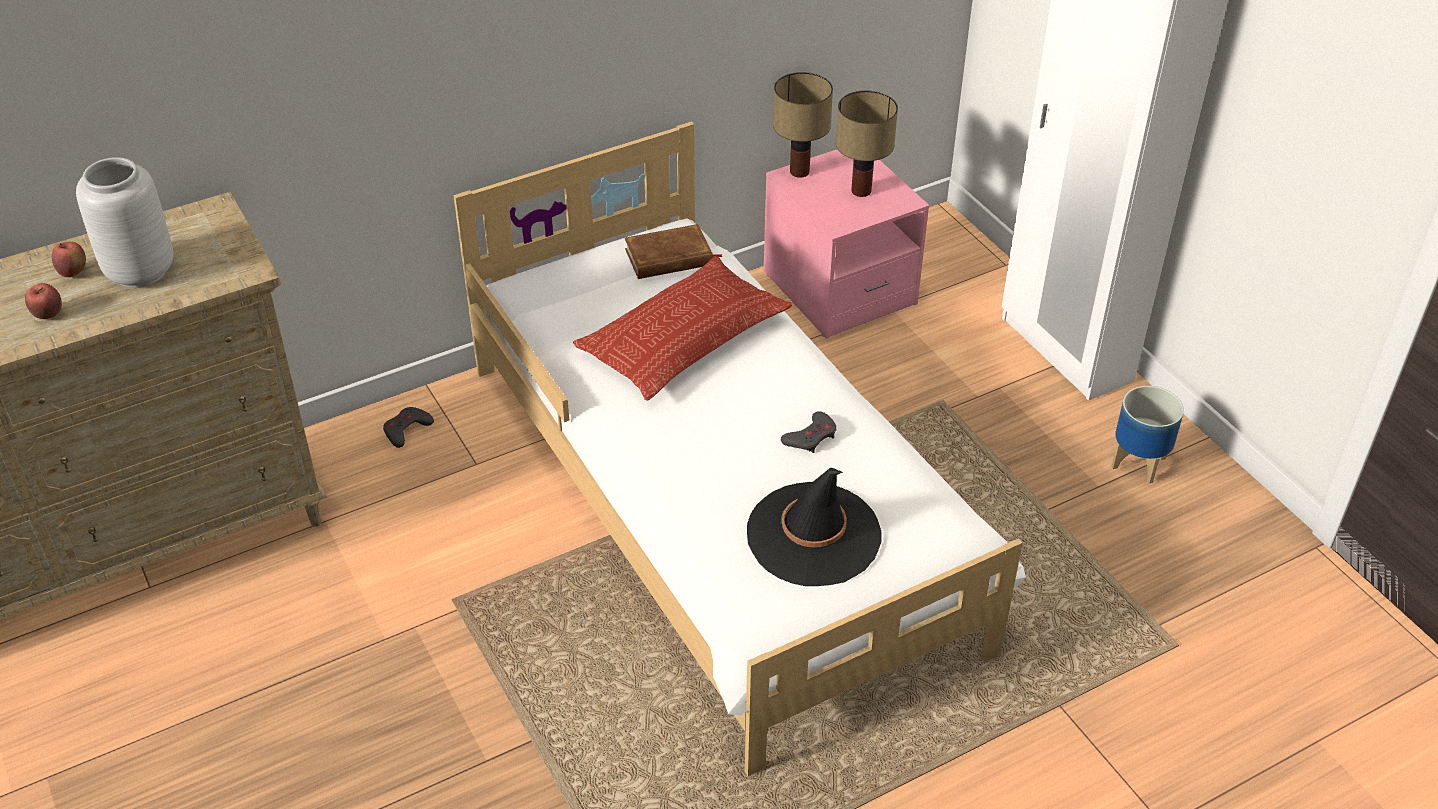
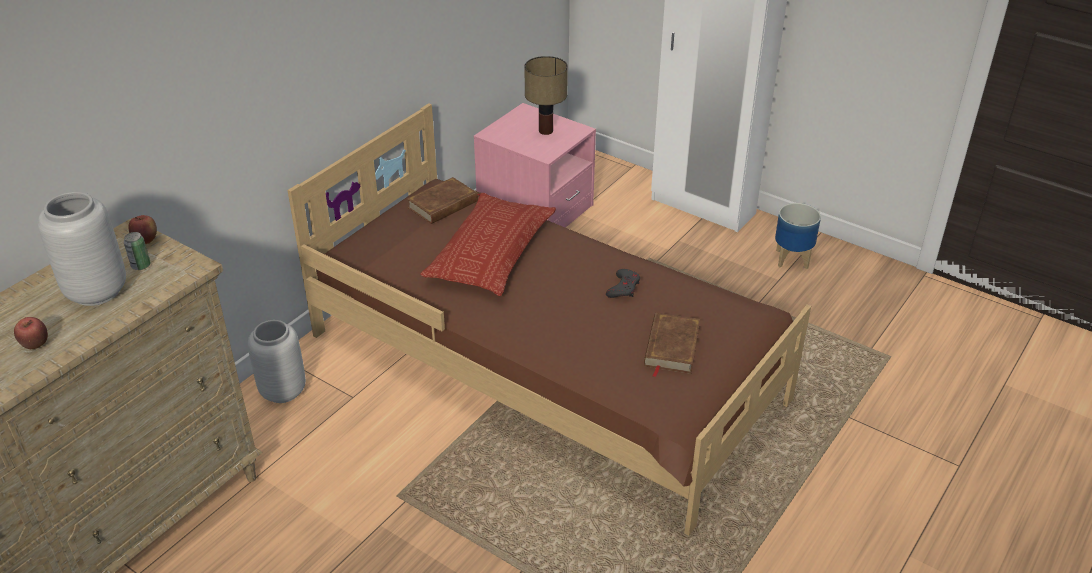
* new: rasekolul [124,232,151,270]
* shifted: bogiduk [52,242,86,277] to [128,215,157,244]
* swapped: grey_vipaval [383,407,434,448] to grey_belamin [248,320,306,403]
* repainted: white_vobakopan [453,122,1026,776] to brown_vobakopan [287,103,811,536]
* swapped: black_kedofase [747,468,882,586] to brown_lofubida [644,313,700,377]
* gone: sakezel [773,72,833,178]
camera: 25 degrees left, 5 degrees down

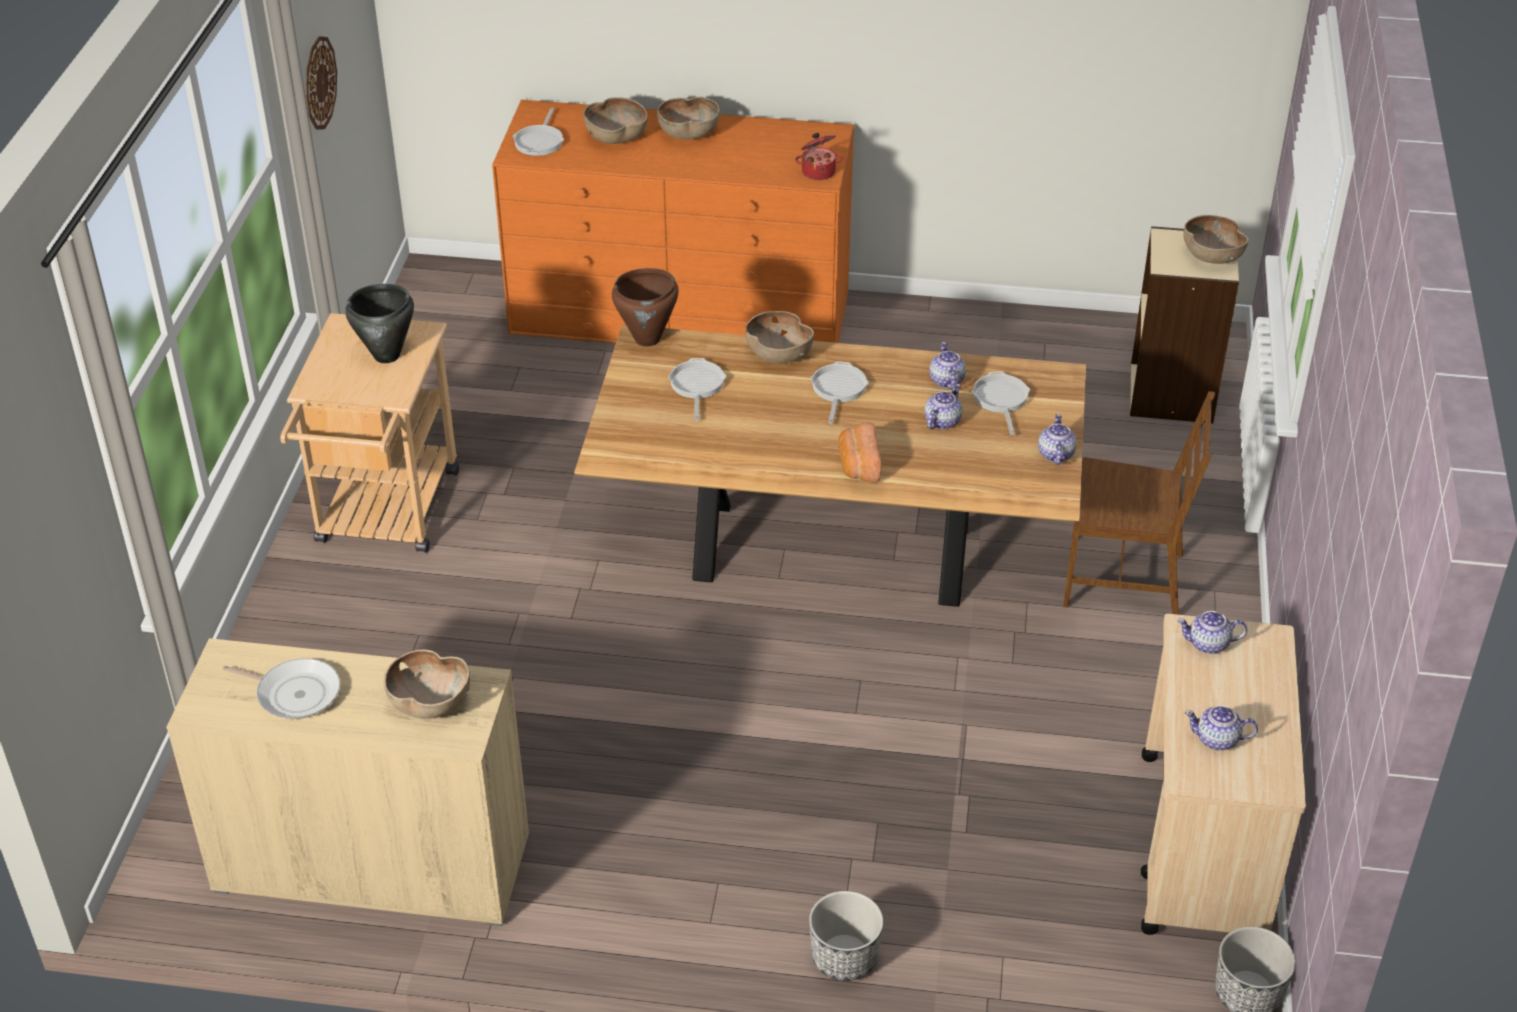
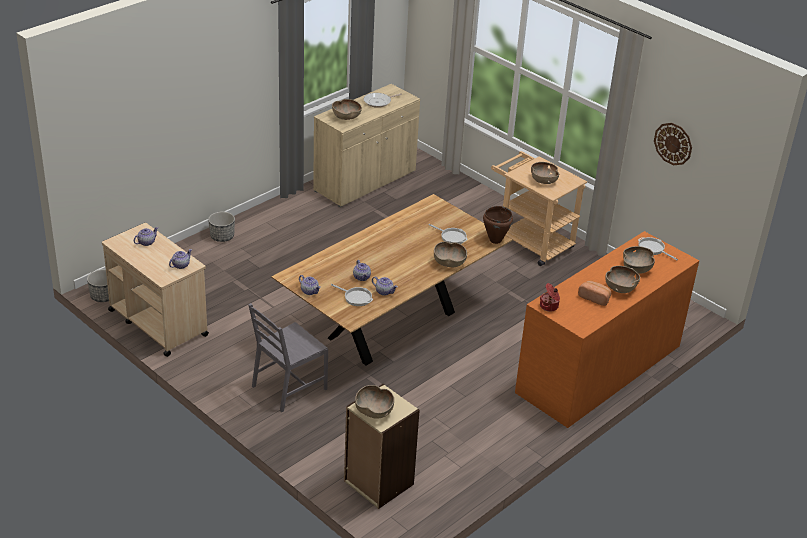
* repainted: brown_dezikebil [1063,391,1215,615] to grey_dezikebil [248,303,328,413]
* swapped: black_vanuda [345,284,414,363] to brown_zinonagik [531,162,559,184]
* shifted: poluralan [838,422,881,482] to [578,281,611,306]
* gone: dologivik [810,361,869,424]
camera: 125 degrees right, 5 degrees down

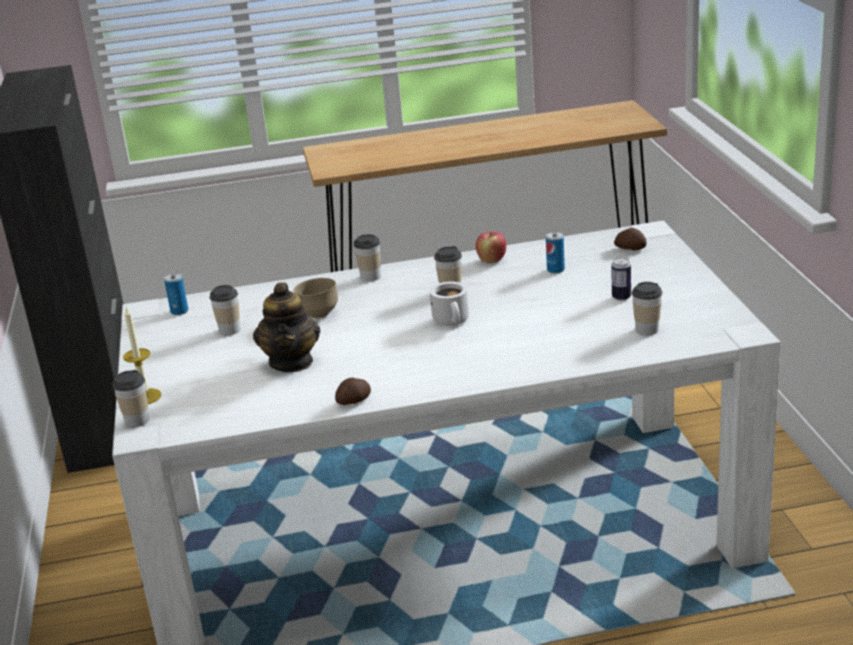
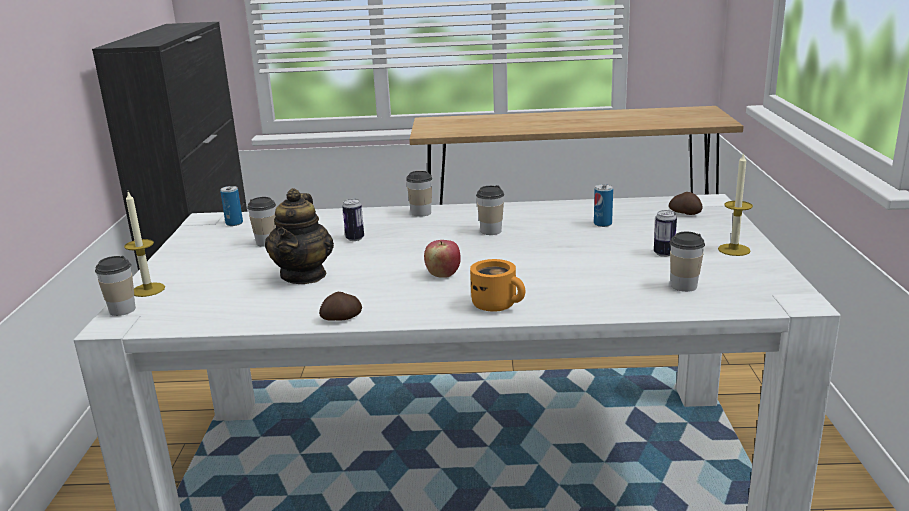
* swapped: brown_zinonagik [293,278,338,319] to rasekolul [342,199,364,241]
* shifted: bogiduk [476,232,506,263] to [424,240,461,278]
* new: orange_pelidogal [470,259,525,312]
* new: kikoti [718,152,753,256]
* gone: white_pelidogal [430,282,469,326]
camera: 10 degrees right, 5 degrees down

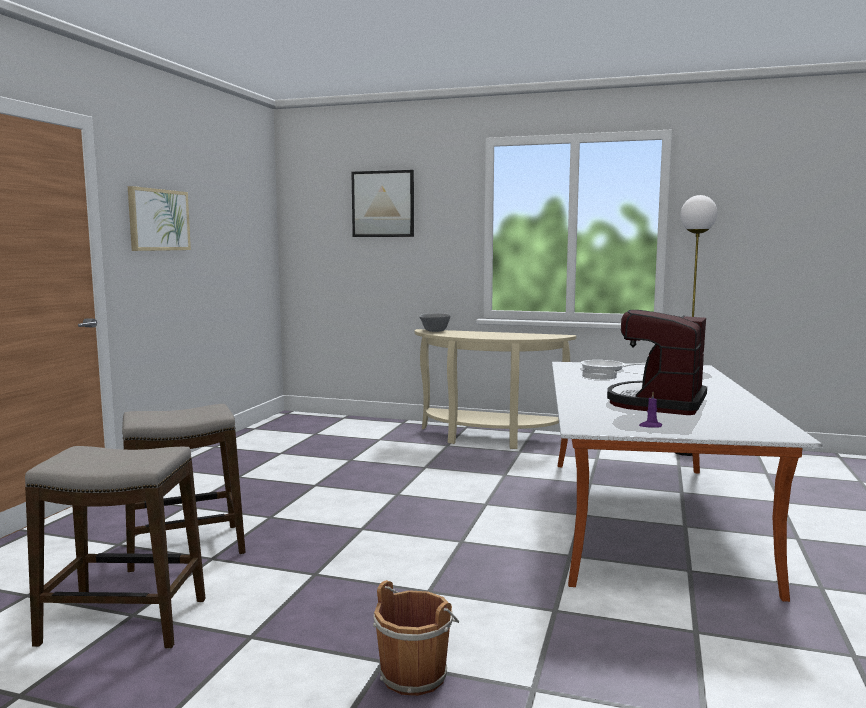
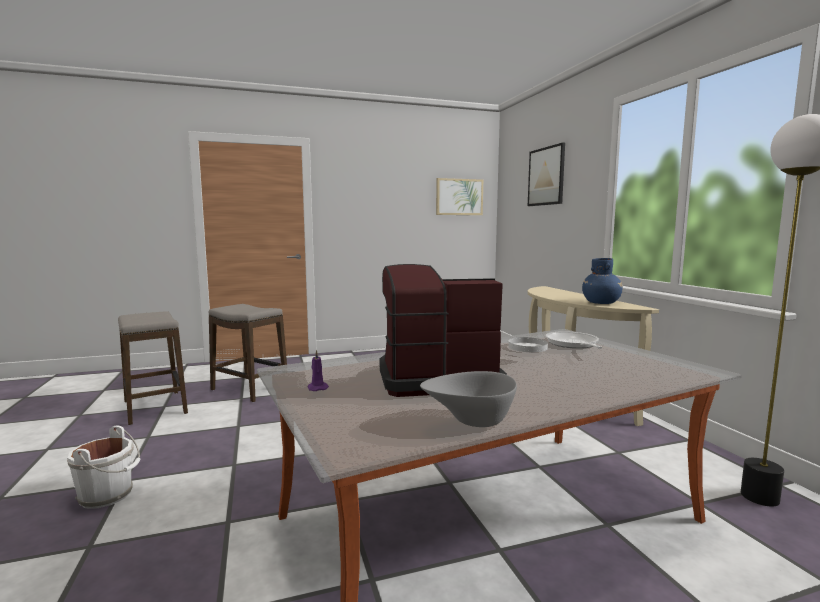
* repainted: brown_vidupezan [373,580,459,696] to white_vidupezan [67,426,140,509]
* shifted: grey_zinonagik [419,313,450,332] to [420,371,517,427]
* shifted: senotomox [128,186,191,251] to [436,178,483,215]
* new: blue_belamin [582,258,623,304]
camera: 55 degrees right, 0 degrees up

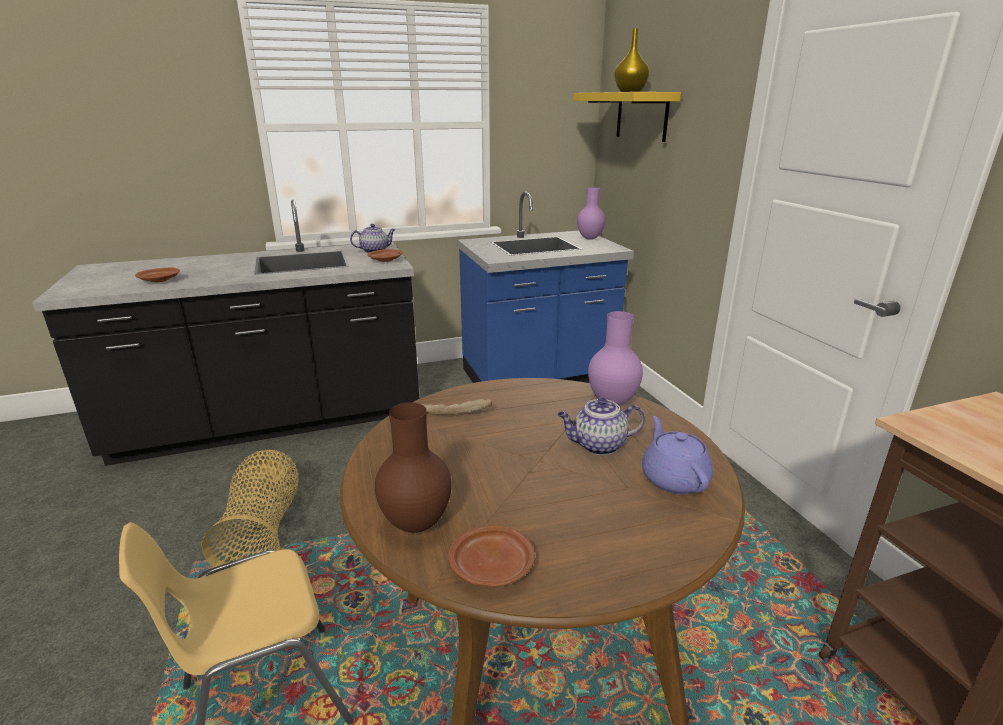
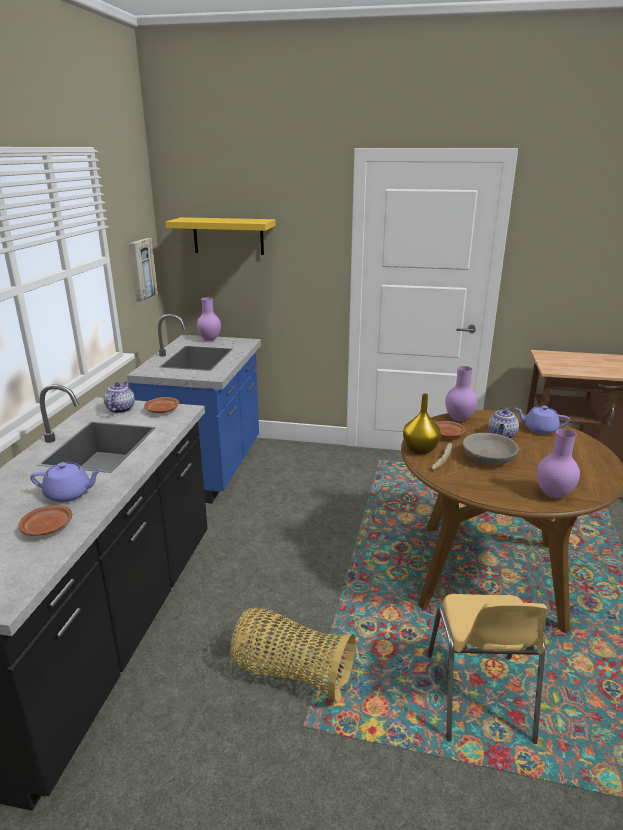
* new: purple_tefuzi [30,462,102,502]
* new: senotomox [129,238,158,302]
* shifted: yellow_belamin [614,28,650,92] to [403,394,441,454]
* shifted: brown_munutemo [448,526,535,587] to [435,421,466,437]
* new: grey_zinonagik [463,433,519,465]
* repainted: brown_belamin [375,402,451,533] to purple_belamin [537,429,580,498]
camera: 60 degrees left, 0 degrees up

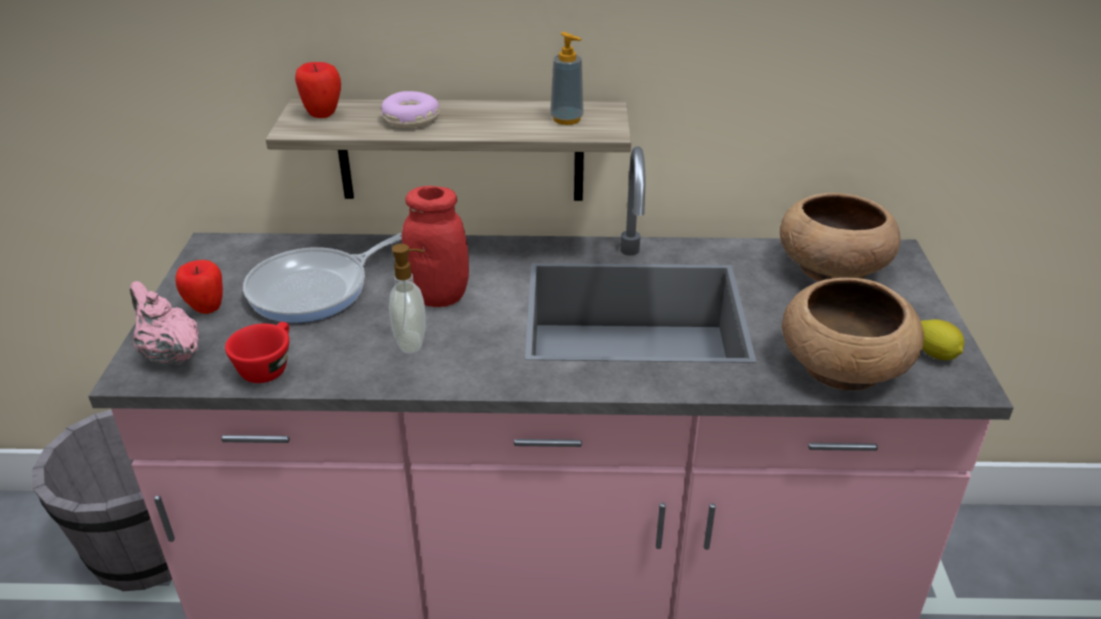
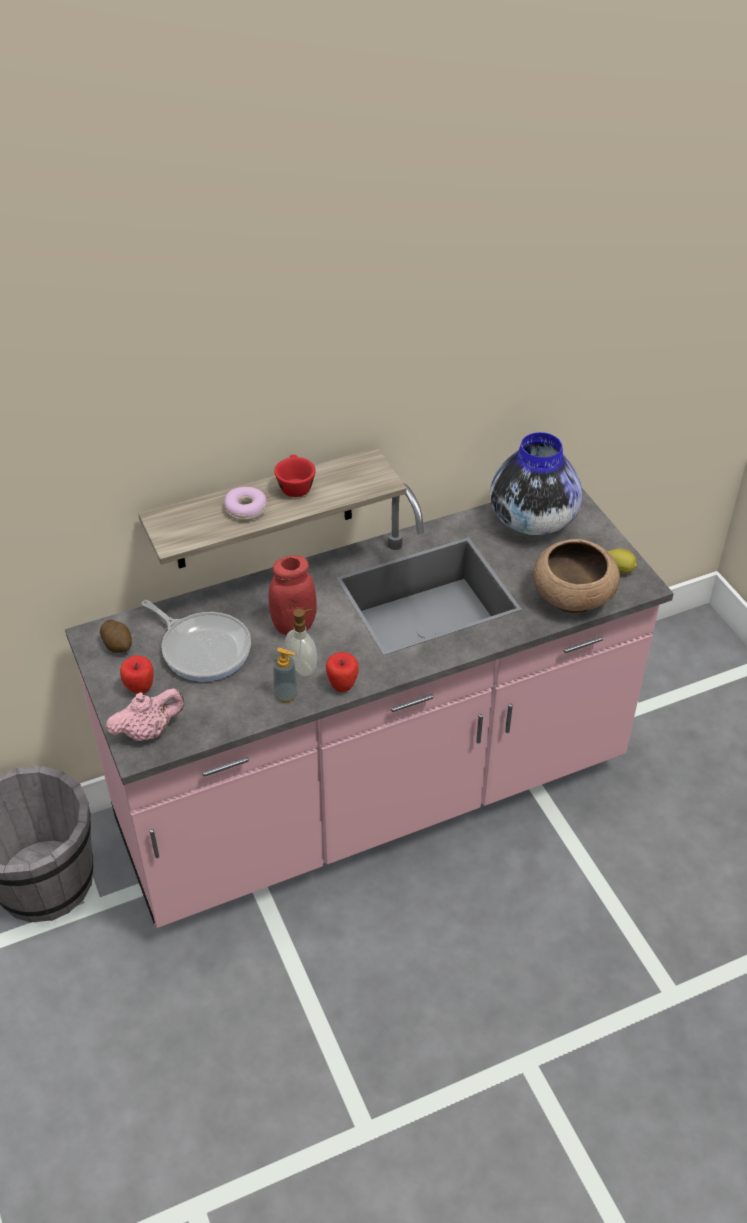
* new: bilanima [100,619,132,653]
* rotated: pink_tefuzi [130,281,199,366] = [106,688,185,741] 135 degrees clockwise
* rotated: dologivik [243,233,402,323] = [142,600,251,681] 75 degrees counterclockwise
* shifted: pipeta [550,32,584,125] to [273,648,299,702]
* shifted: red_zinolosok [225,322,289,383] to [274,455,316,497]
* shifted: bogiduk [295,62,341,118] to [326,652,358,692]
* swapped: brown_zinonagik [780,193,900,282] to belamin [490,432,582,535]
camera: 25 degrees left, 10 degrees up

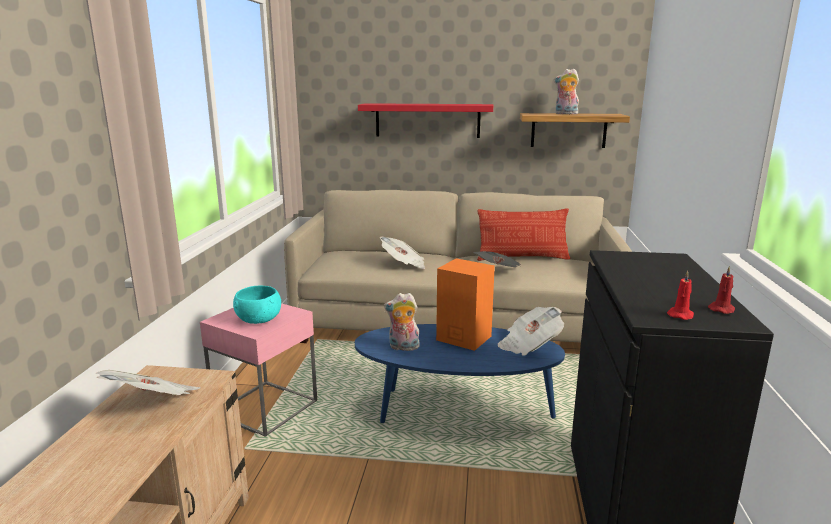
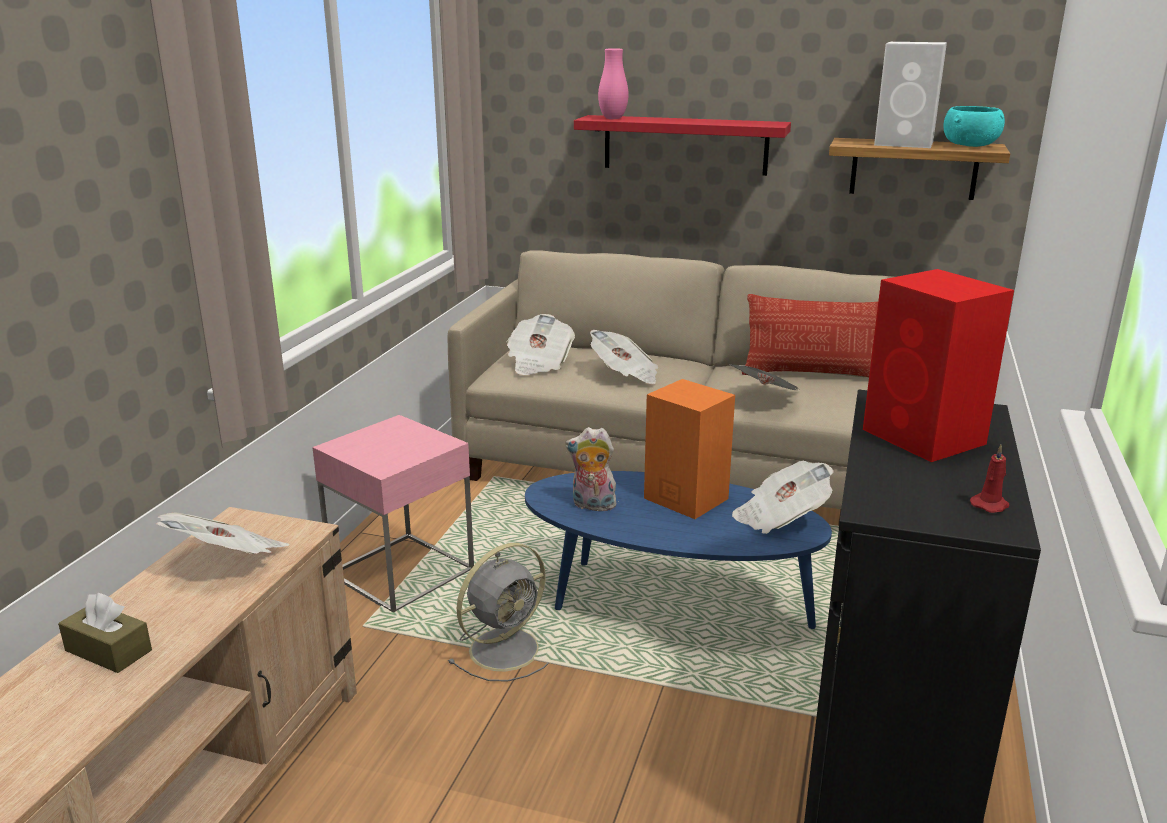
* new: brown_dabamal [58,593,152,673]
* new: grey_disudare [448,543,549,681]
* new: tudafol [507,314,575,375]
* new: pink_belamin [598,48,629,119]
* new: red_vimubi [863,269,1014,462]
* swapped: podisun [554,69,579,114] to white_vimubi [874,42,947,148]
* shifted: turquoise_zinonagik [233,286,281,324] to [944,106,1005,147]
* gone: red_kikoti [667,271,694,320]
camera: 10 degrees right, 5 degrees up

